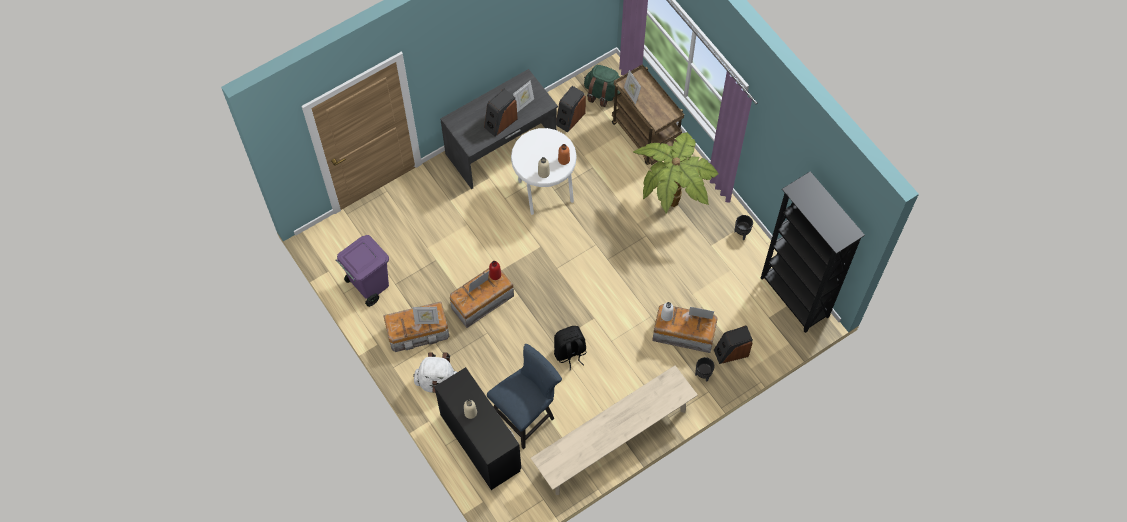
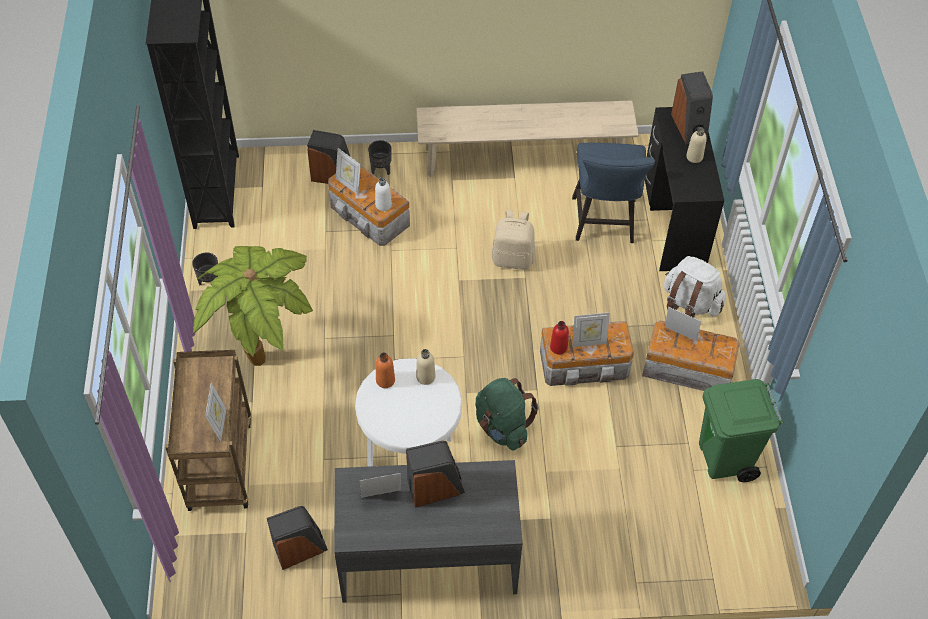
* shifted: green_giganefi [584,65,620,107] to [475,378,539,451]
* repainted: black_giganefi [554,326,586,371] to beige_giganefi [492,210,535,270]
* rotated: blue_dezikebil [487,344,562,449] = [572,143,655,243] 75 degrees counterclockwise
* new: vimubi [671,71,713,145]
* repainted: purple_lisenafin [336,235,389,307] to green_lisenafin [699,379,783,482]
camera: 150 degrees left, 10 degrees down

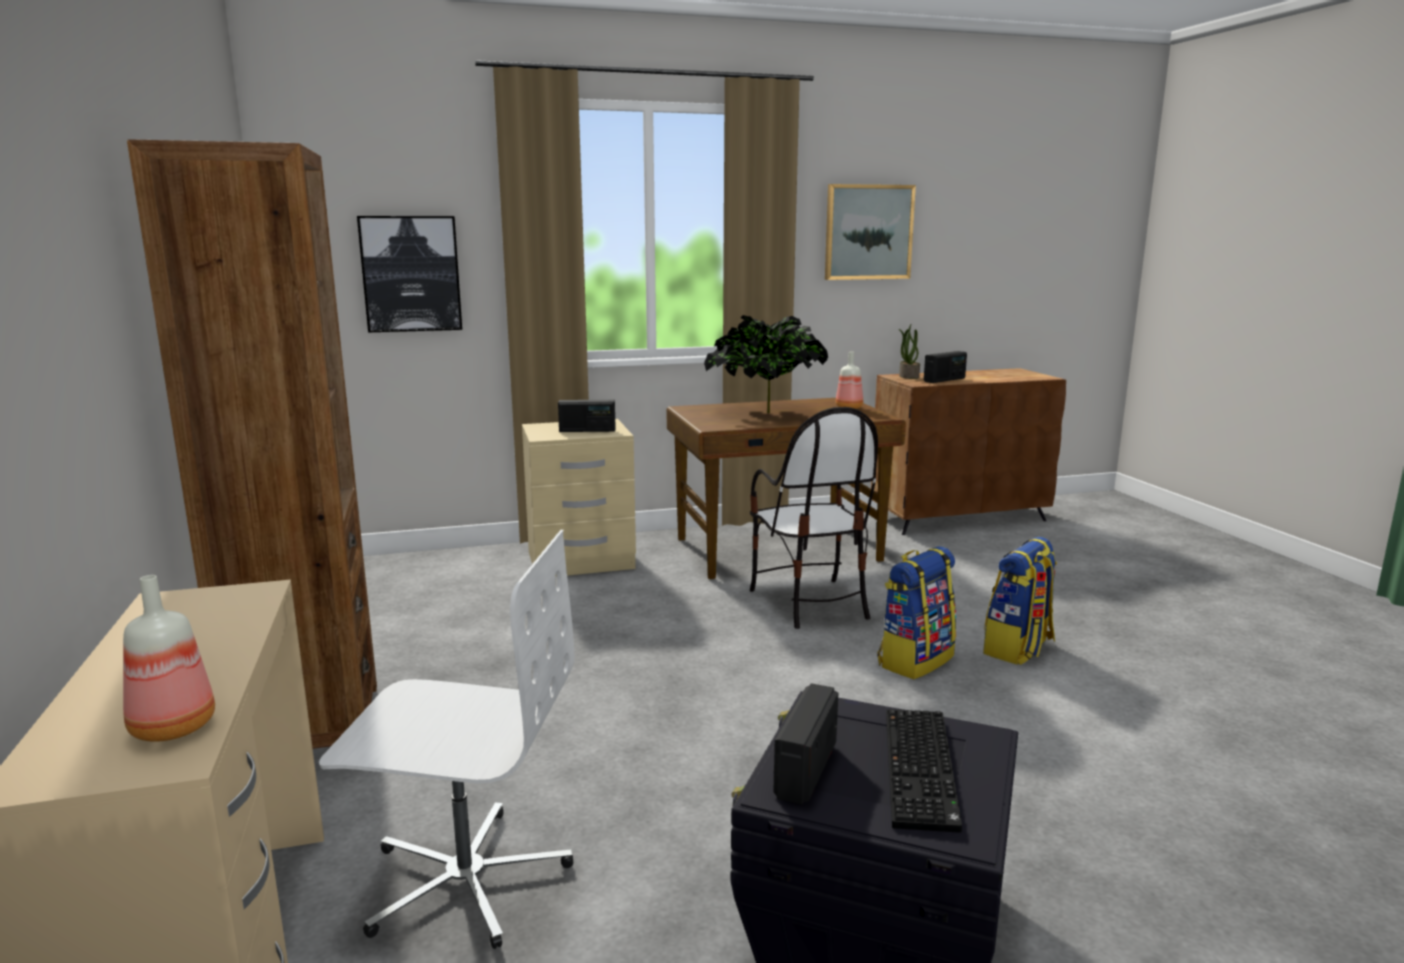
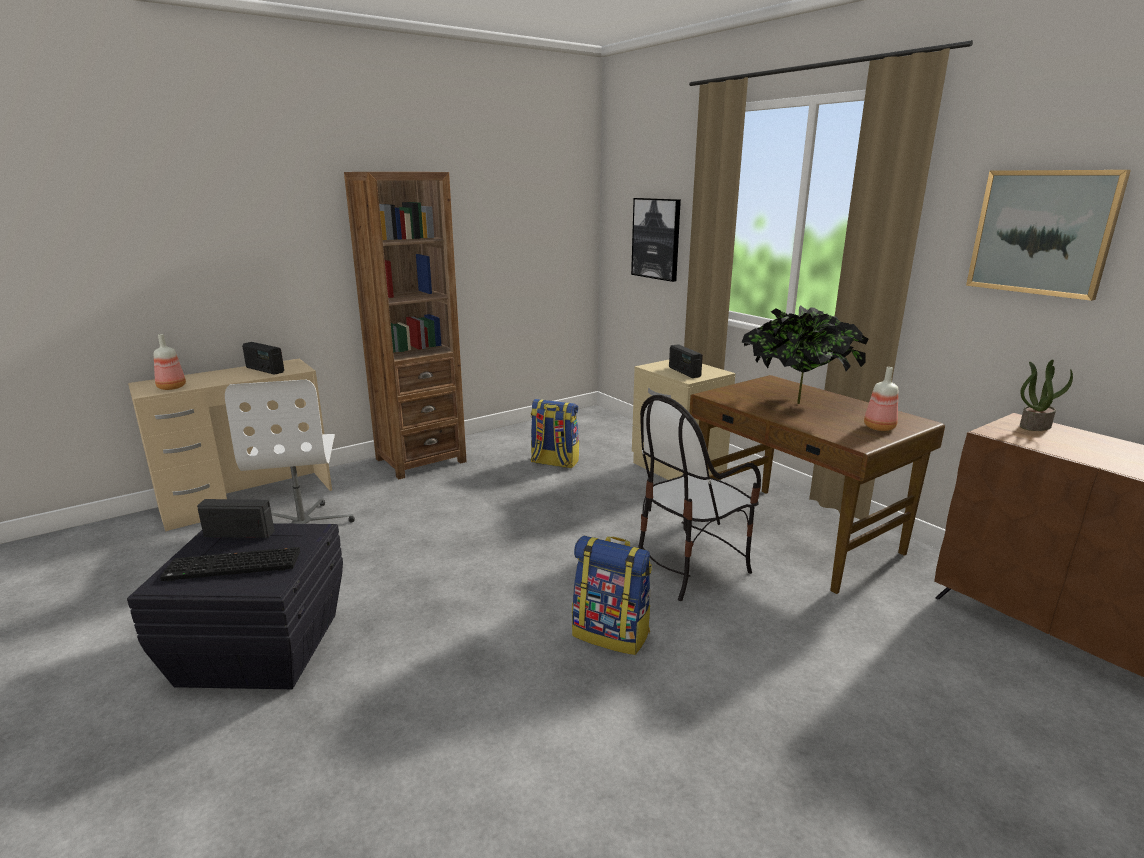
* shifted: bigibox [924,351,967,383] to [242,342,284,375]
* shifted: giganefi [983,537,1057,665] to [531,399,579,469]
camera: 70 degrees right, 5 degrees up

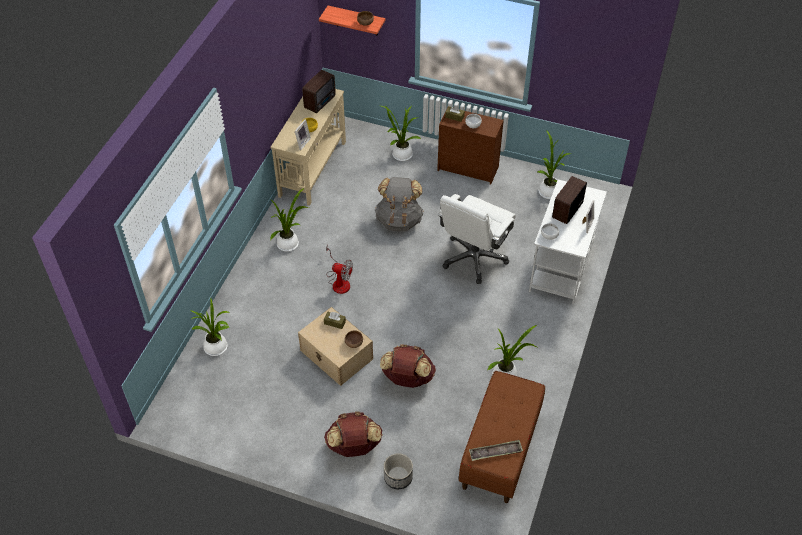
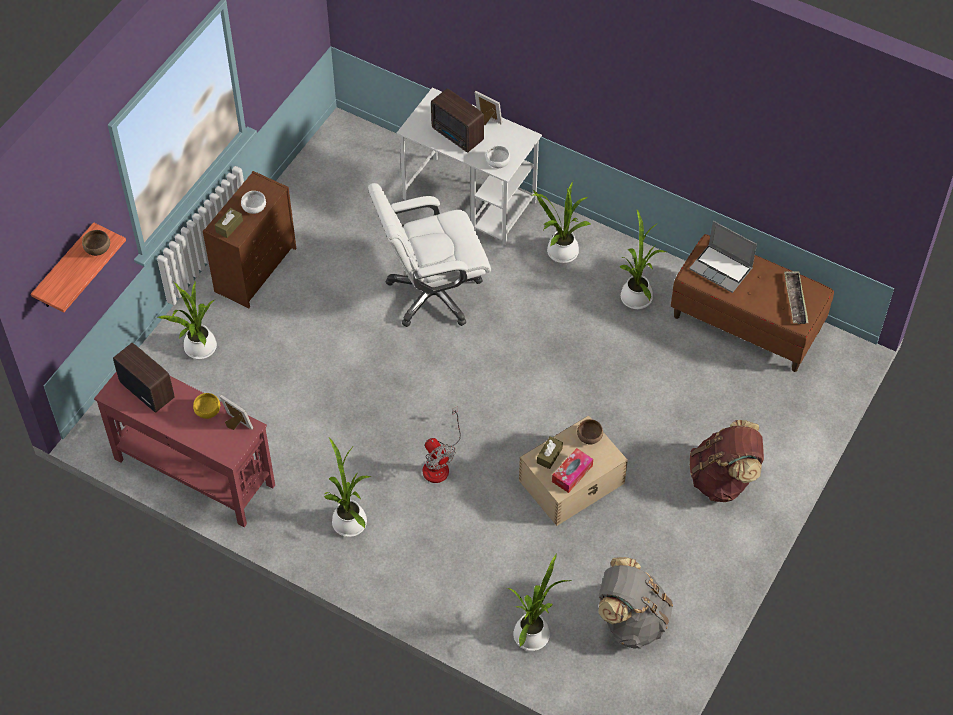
* repainted: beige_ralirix [270,89,346,206] to red_ralirix [94,372,275,527]
* rotated: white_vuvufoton [438,194,516,284] = [368,183,491,327] 120 degrees clockwise
* rotated: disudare [326,245,353,294] = [423,406,461,483] 120 degrees clockwise
* shifted: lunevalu [537,130,572,199] to [533,181,590,263]
* new: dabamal [552,448,593,493]
* shifted: grey_giganefi [375,177,424,232] to [598,557,673,649]
* new: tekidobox [689,221,757,293]
* gone: brown_giganefi [380,344,436,388]
* gone: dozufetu [384,453,413,489]
camera: 80 degrees left, 5 degrees up

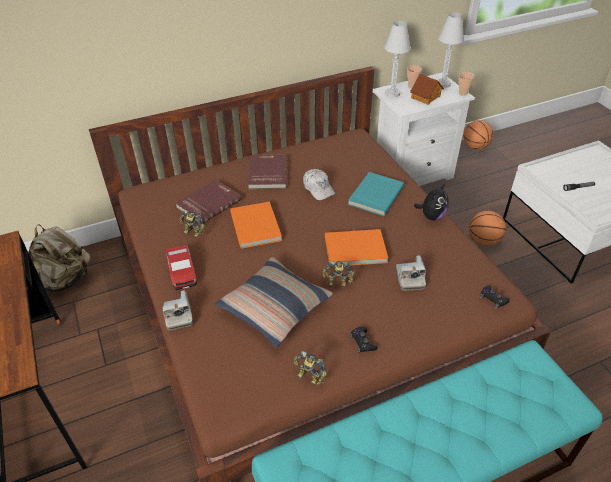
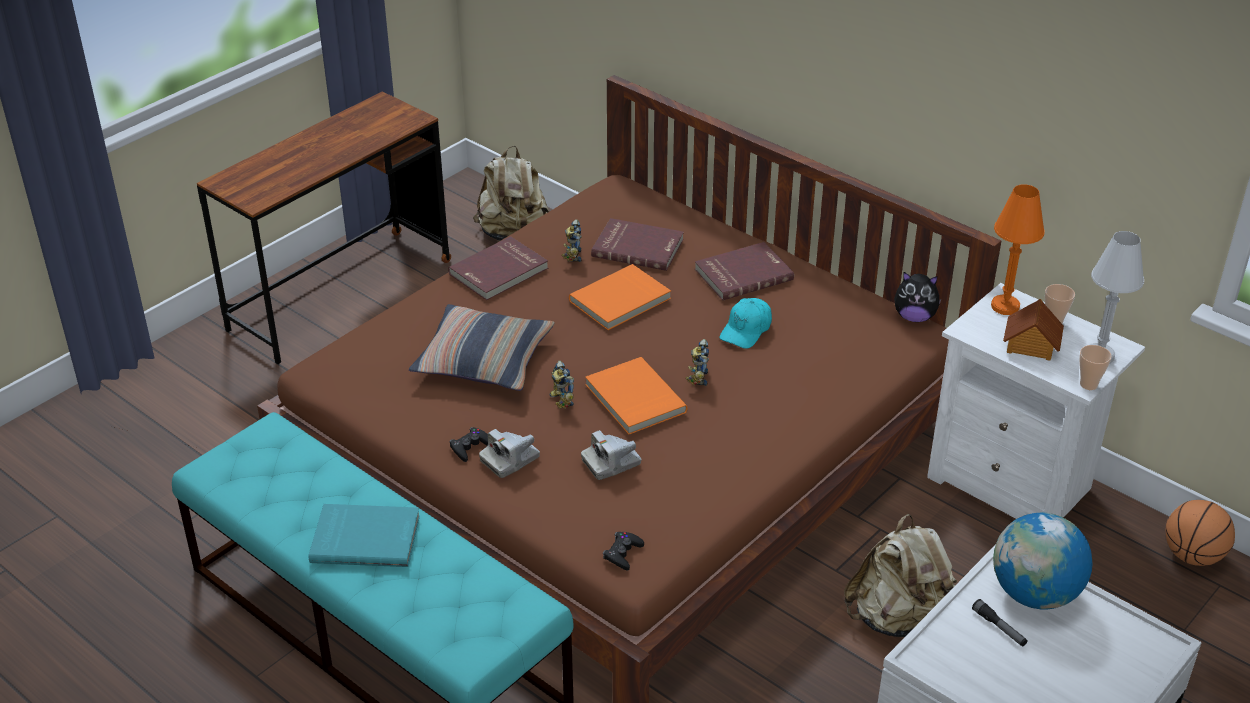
* shifted: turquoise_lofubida [348,172,404,216] to [309,504,420,567]
* swapped: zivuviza [166,245,197,290] to red_lofubida [448,236,548,300]
* shifted: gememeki [163,290,193,331] to [479,429,540,478]
* shifted: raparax [294,351,327,385] to [686,339,709,386]
* repainted: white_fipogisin [303,169,335,200] to turquoise_fipogisin [720,298,772,349]
* swapped: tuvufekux [469,210,506,246] to beige_giganefi [844,514,957,637]
* shifted: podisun [414,184,449,220] to [894,272,941,322]
* repainted: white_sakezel [384,21,411,98] to orange_sakezel [991,184,1045,315]
* new: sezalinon [993,512,1093,609]
camera: 65 degrees right, 5 degrees down

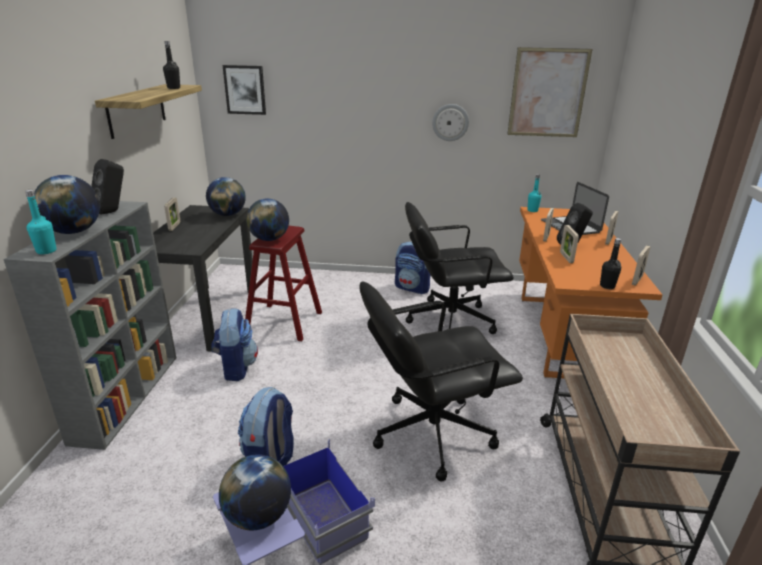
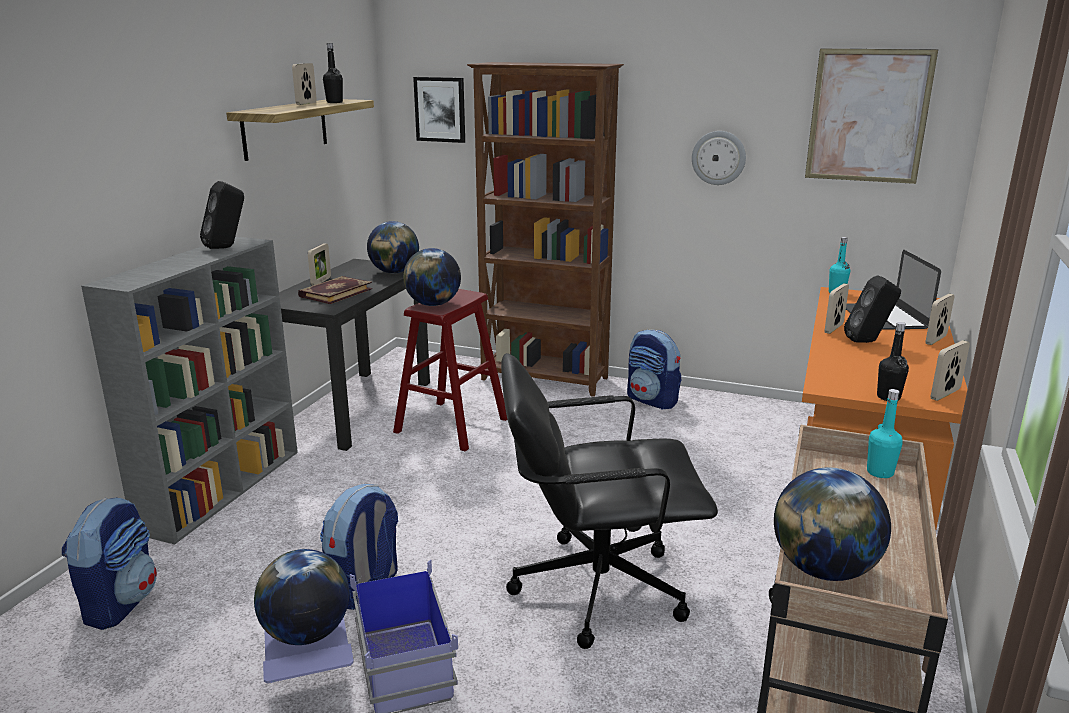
* shifted: giganefi [211,309,258,381] to [62,497,157,630]
* shifted: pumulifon [560,225,579,263] to [292,63,317,105]
* new: lofubida [298,276,372,304]
* new: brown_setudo [467,62,624,397]
* shifted: sezalinon [34,175,100,234] to [774,467,891,581]
* shifted: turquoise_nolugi [25,190,56,254] to [867,389,903,478]
* gone: black_vuvufoton [405,202,514,334]
camera: 15 degrees right, 5 degrees down

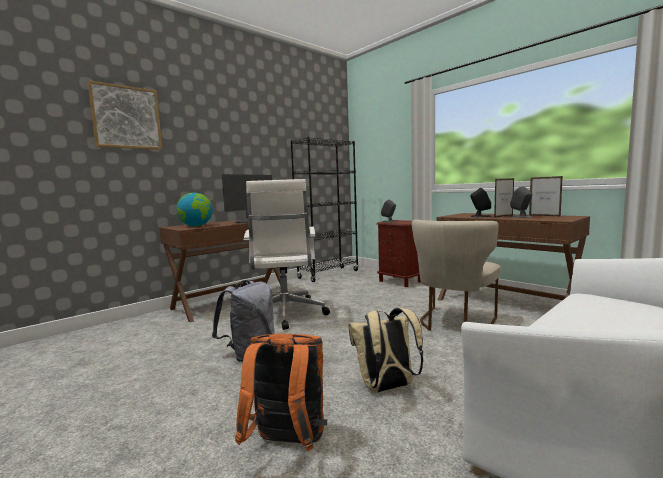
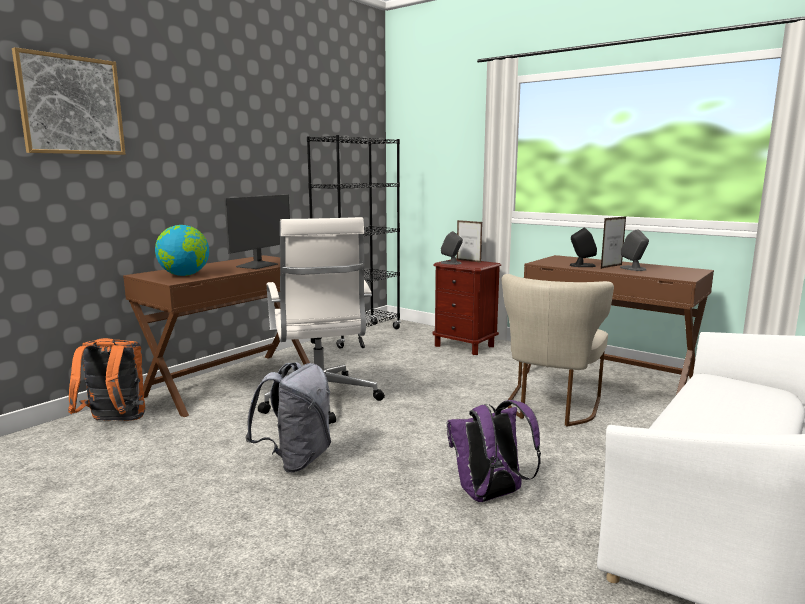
* shifted: orange_giganefi [235,333,327,451] to [68,338,146,421]
* repainted: beige_giganefi [348,308,423,392] to purple_giganefi [447,400,541,502]
* shifted: pumulifon [529,176,563,217] to [457,220,482,263]
camera: 10 degrees left, 5 degrees up

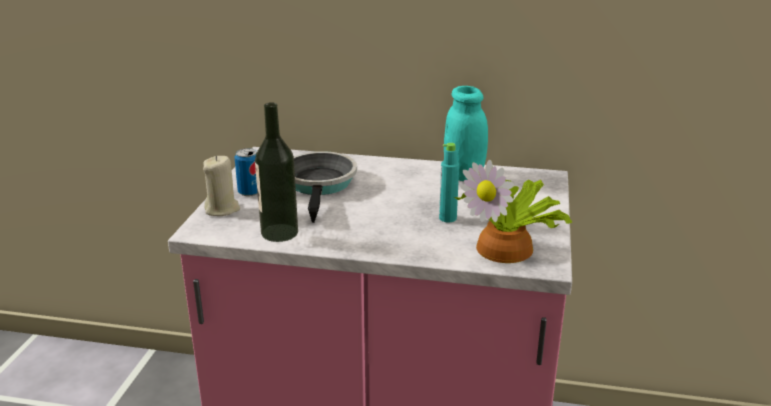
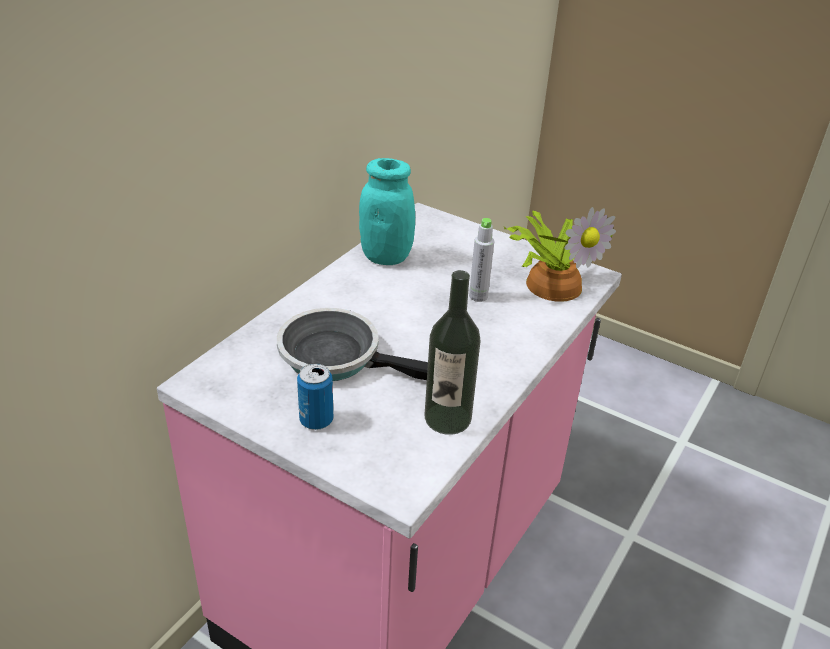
* repainted: turquoise_nolugi [439,143,459,222] to grey_nolugi [469,218,494,302]
* gone: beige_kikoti [203,155,240,216]
camera: 70 degrees left, 10 degrees up

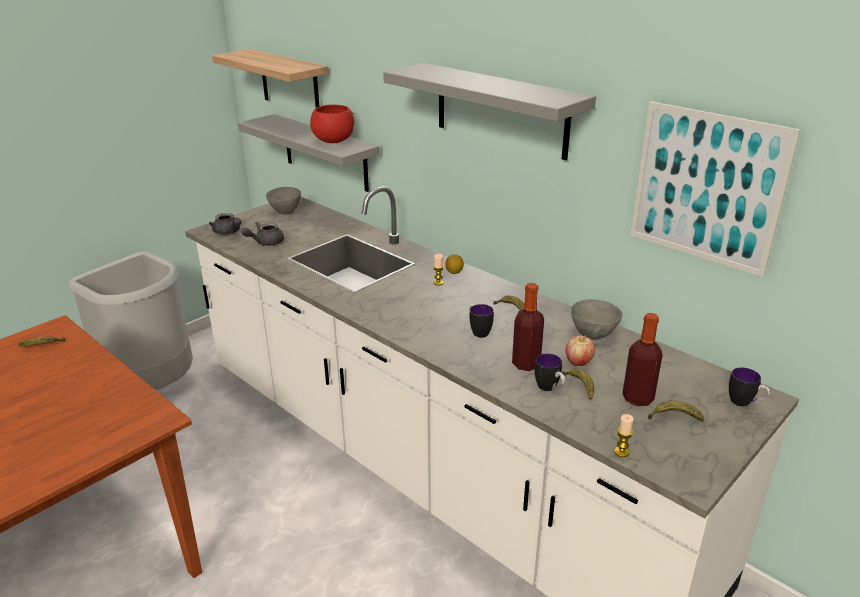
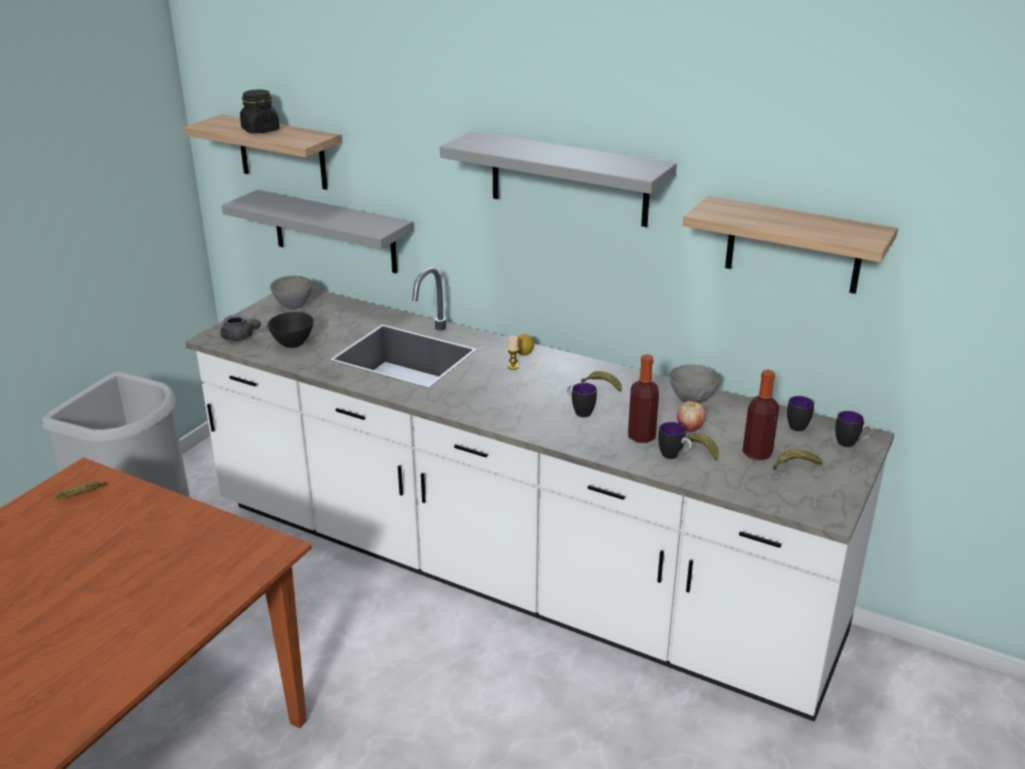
* new: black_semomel [240,89,280,134]
* swapped: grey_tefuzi [242,222,284,246] to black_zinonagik [268,312,314,348]
* swapped: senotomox [630,101,801,277] to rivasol [683,196,898,294]
* new: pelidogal [787,396,814,431]
* gone: red_zinonagik [310,105,354,143]
* gone: kikoti [614,414,634,457]
camera: 15 degrees left, 0 degrees up

